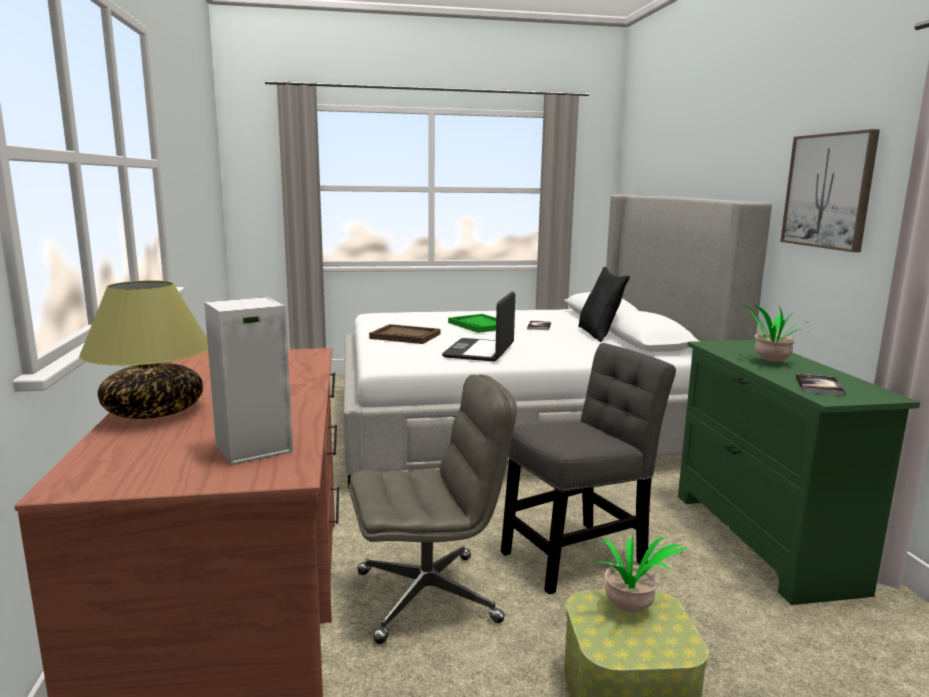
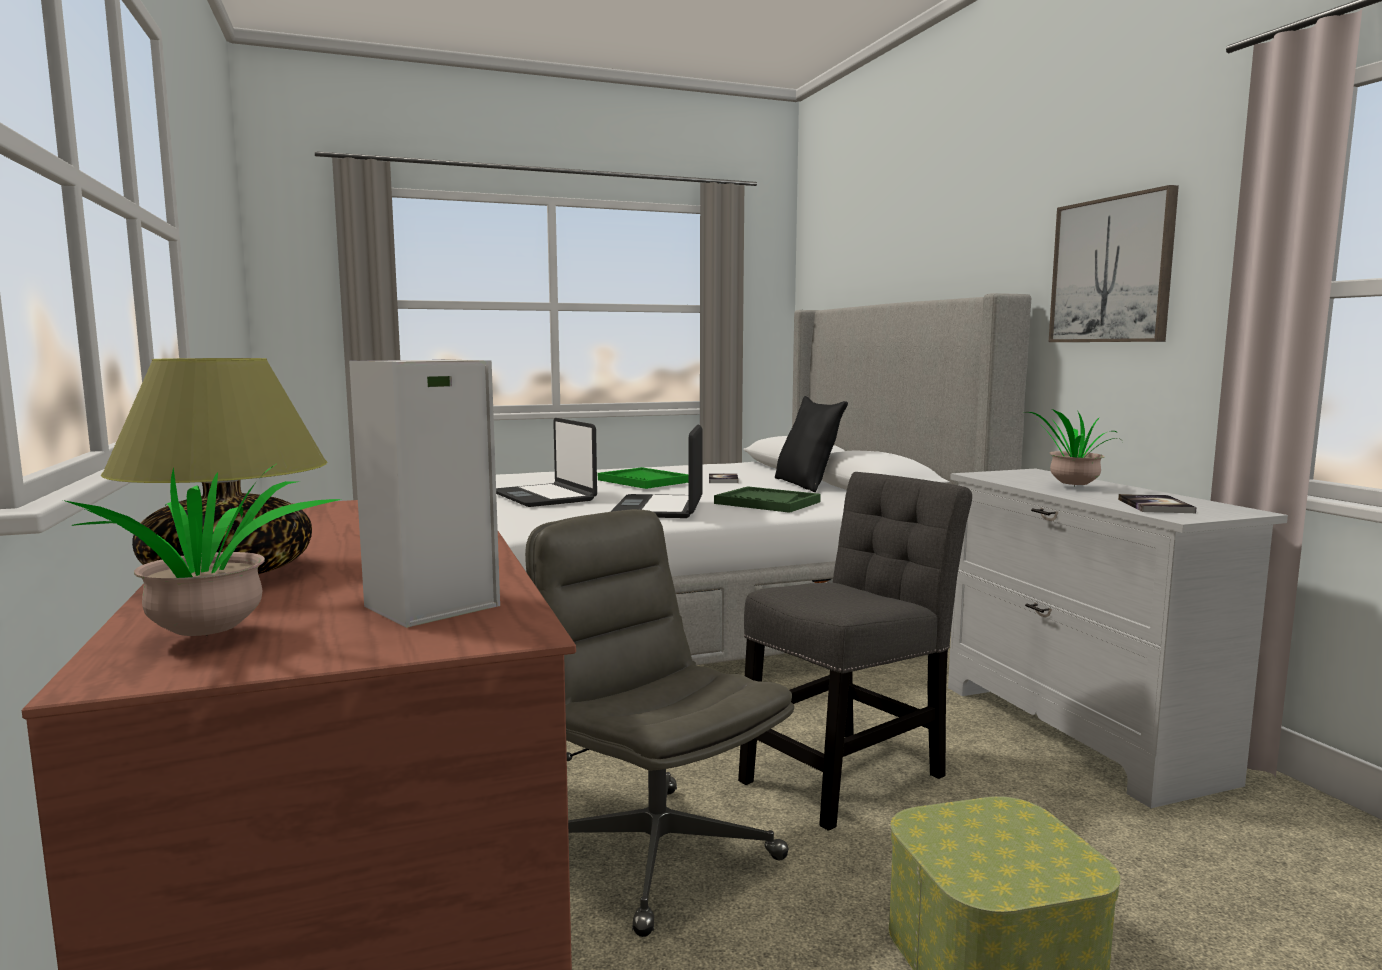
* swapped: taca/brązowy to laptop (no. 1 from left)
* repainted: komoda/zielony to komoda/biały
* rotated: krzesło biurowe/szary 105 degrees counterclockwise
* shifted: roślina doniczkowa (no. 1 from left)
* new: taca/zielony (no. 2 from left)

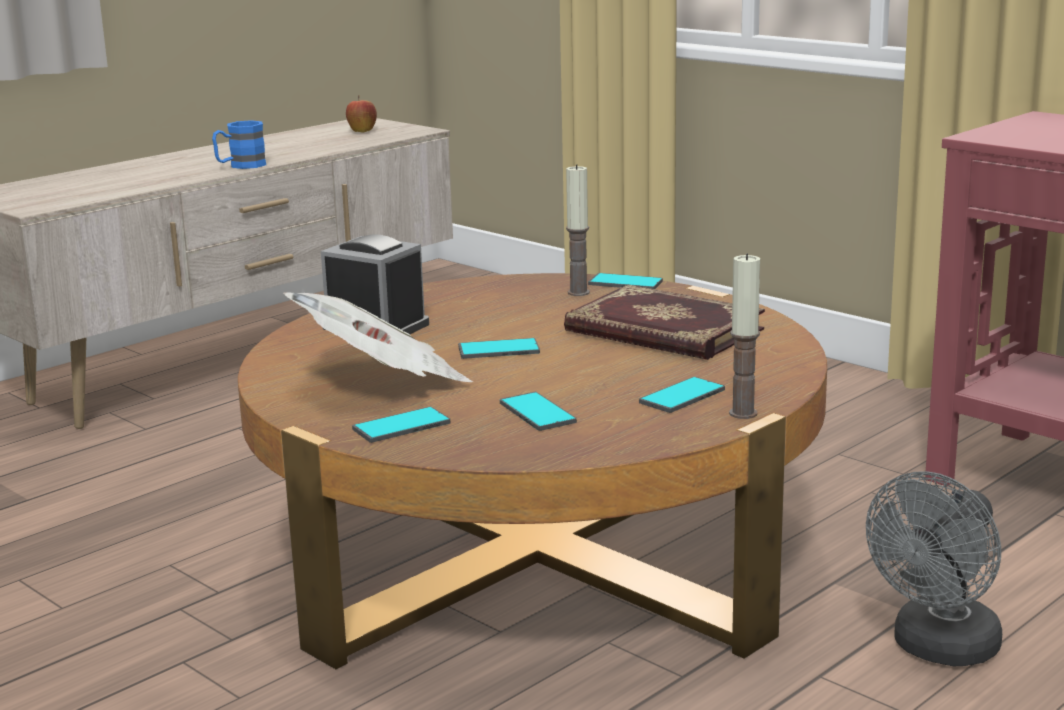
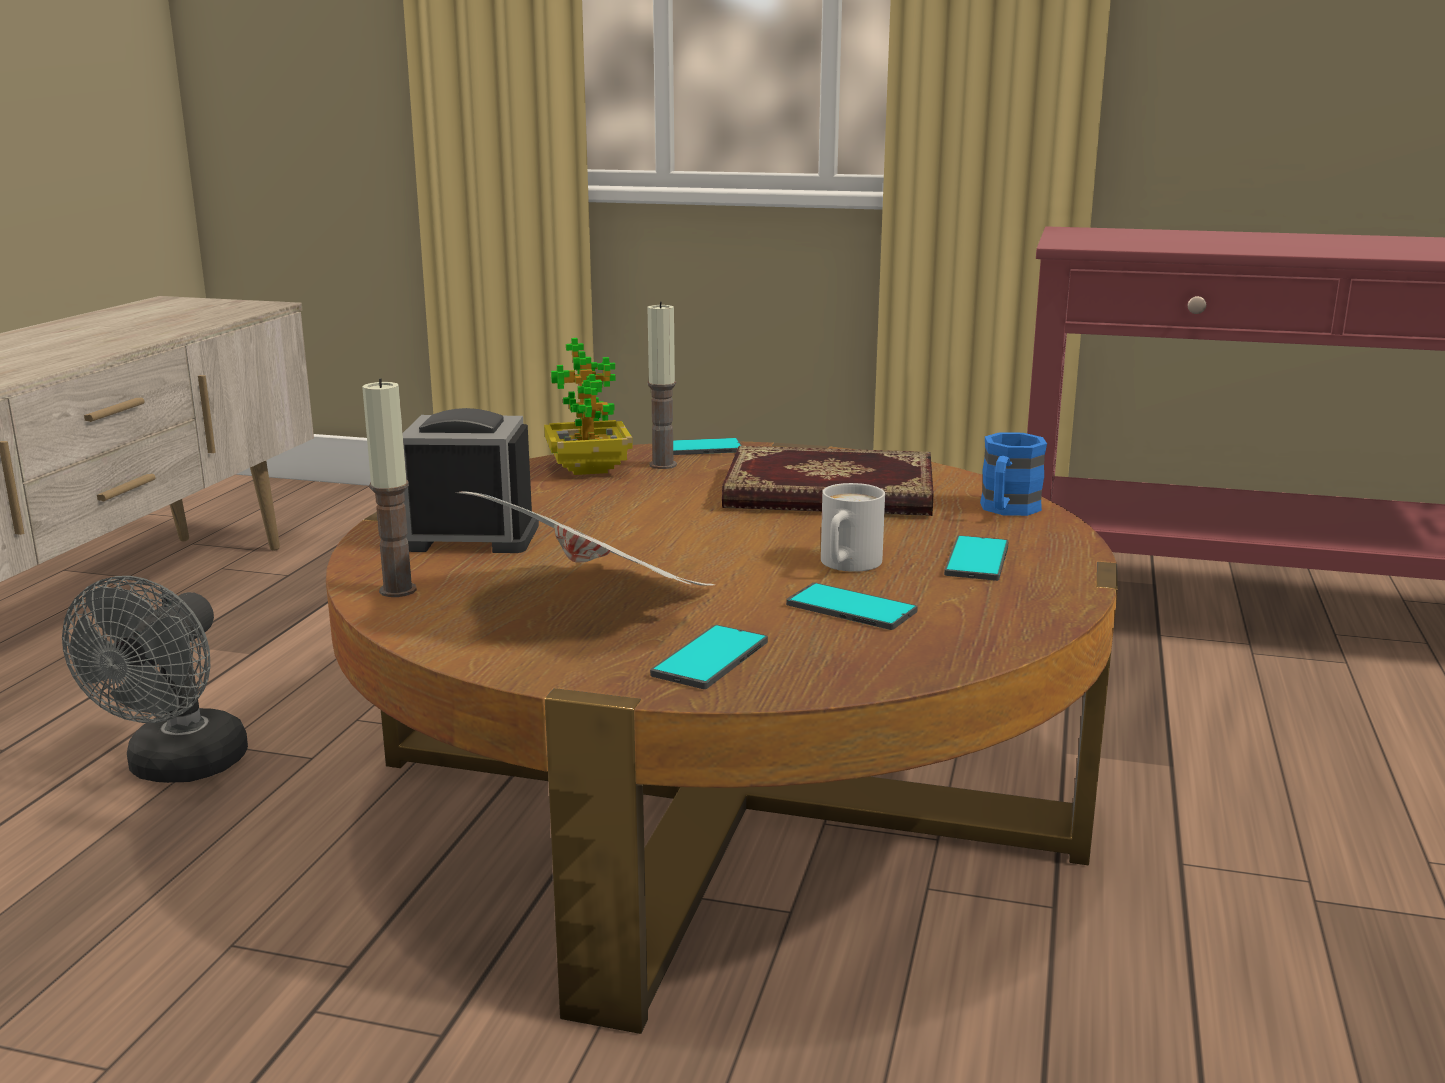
* gone: jabłko
* shifted: kubek/niebieski
* shifted: świeca (no. 2 from left in the first image) to świeca (no. 1 from left)
* gone: telefon (no. 2 from left)
* shifted: wentylator/szary
* new: roślina doniczkowa
* new: kubek/biały

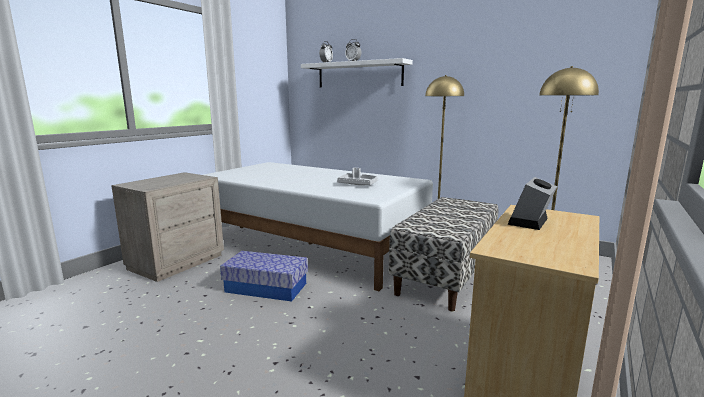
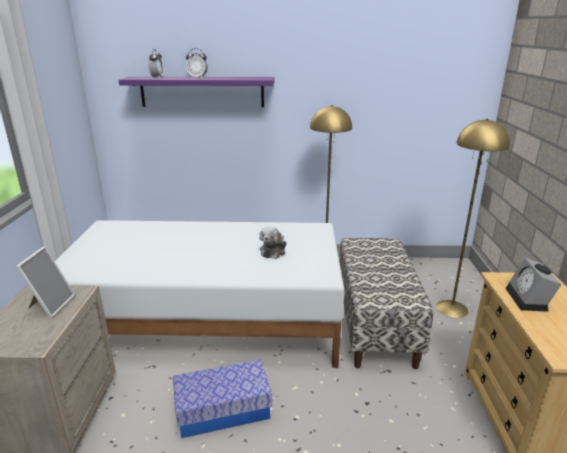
* repainted: półka/biały to półka/fioletowy
* swapped: taca/szary to pluszak
* new: ramka na zdjęcie

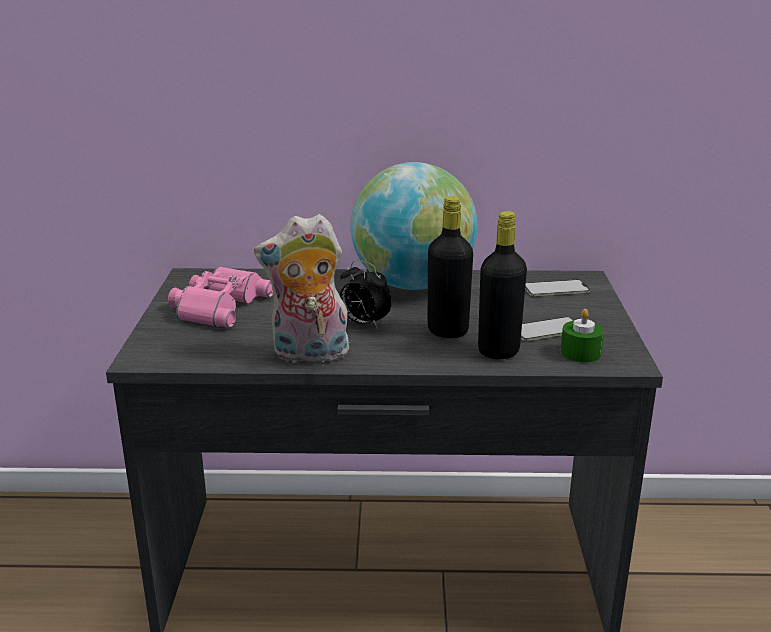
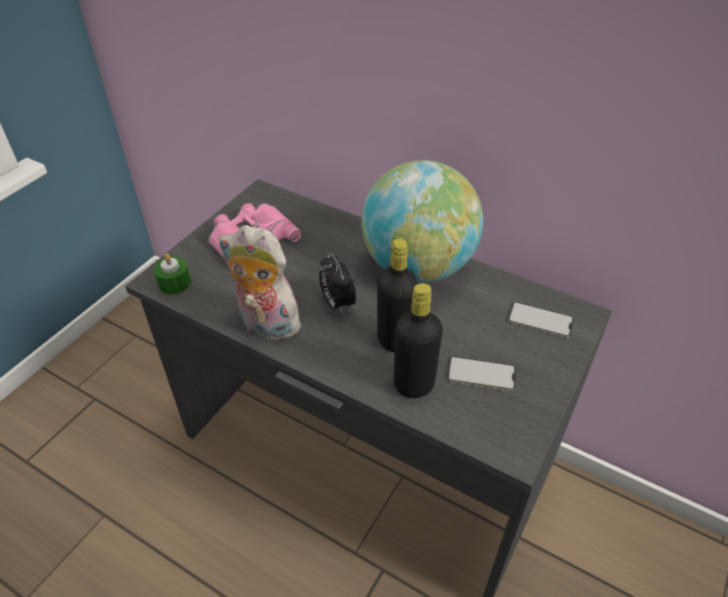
* shifted: świeca/zielony

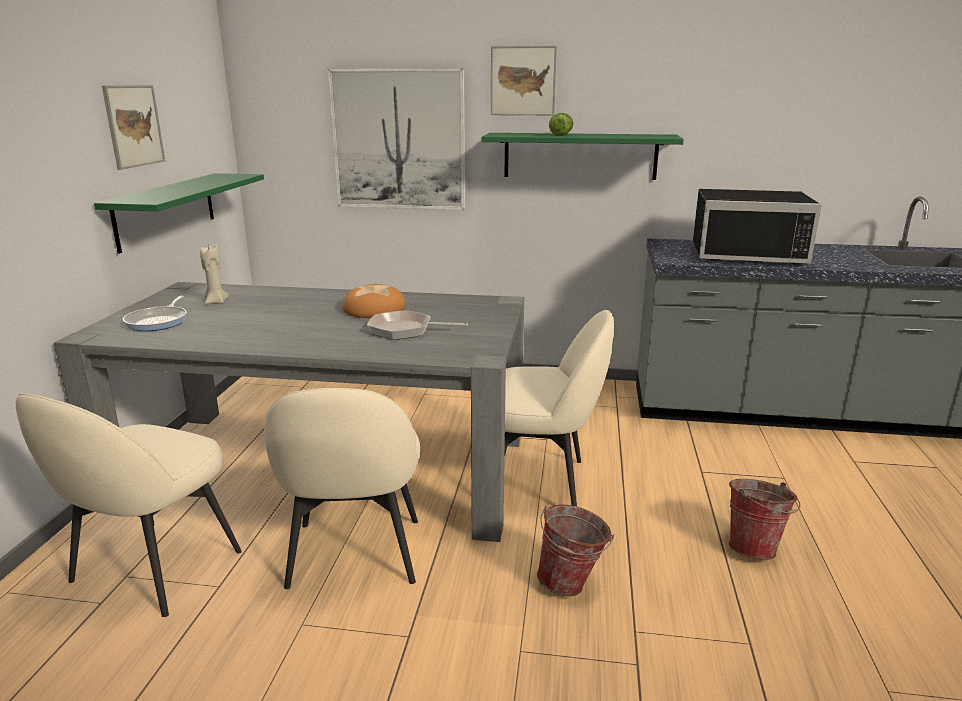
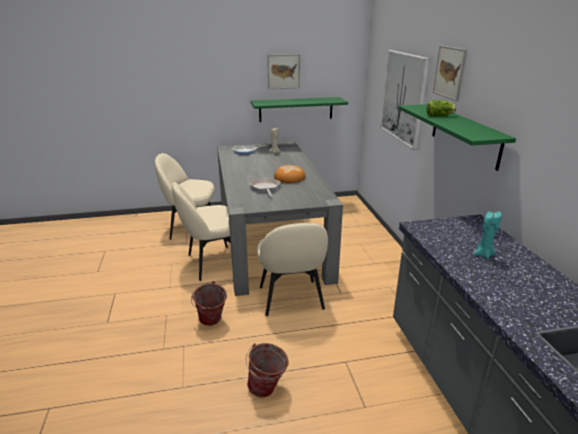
* swapped: mikrofalówka/czarny to świeca/turkusowy

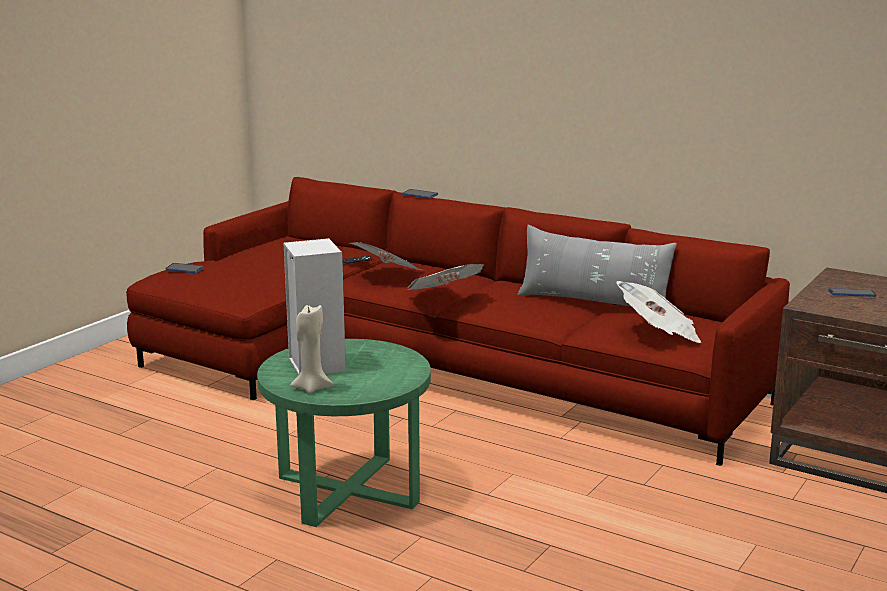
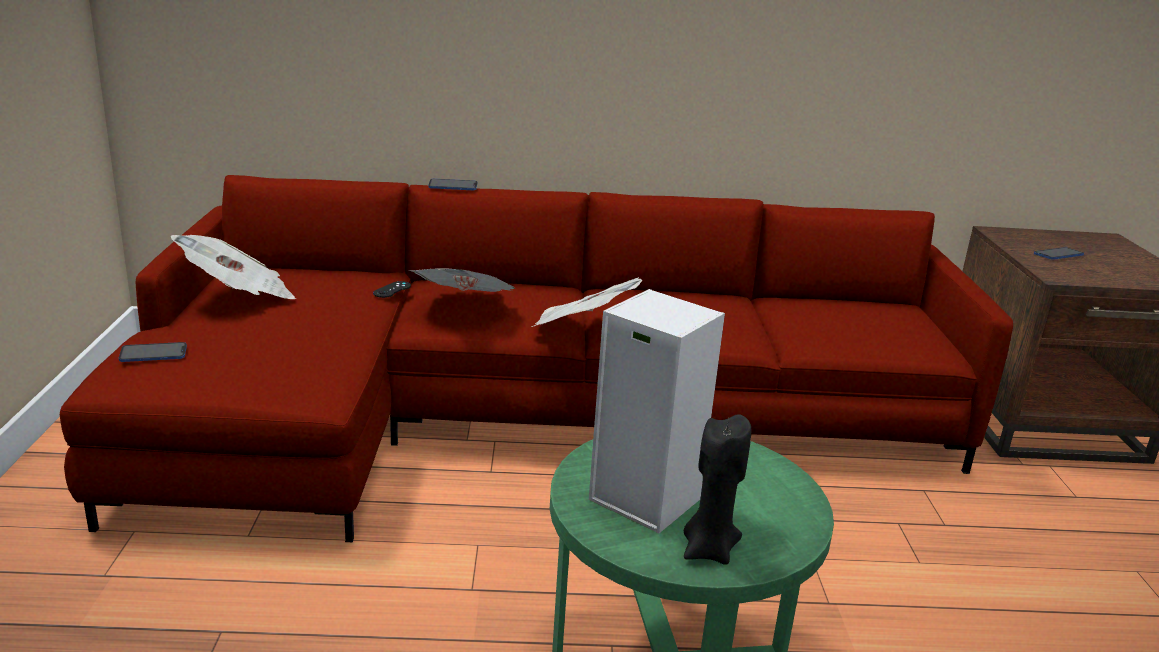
* gone: poduszka/szary
* shifted: gazeta (no. 3 from left in the first image) to gazeta (no. 1 from left)
* repainted: świeca/beżowy to świeca/czarny

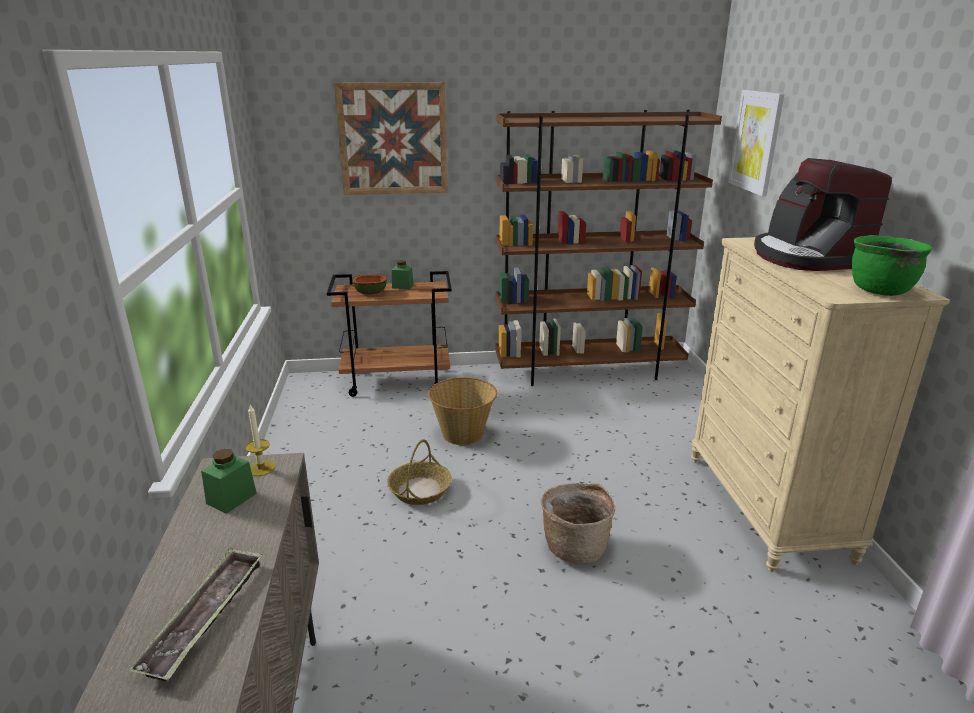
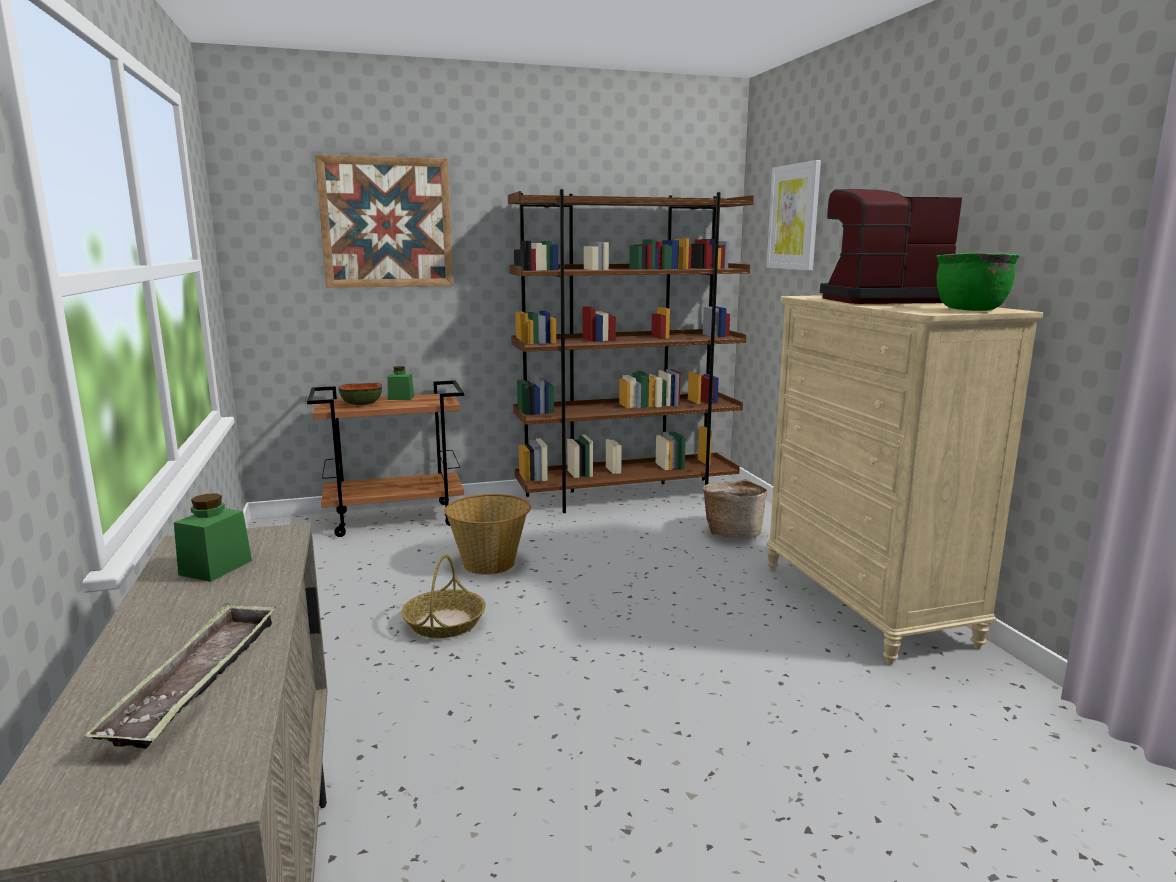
* rotated: ekspres do kawy 105 degrees clockwise
* gone: świeca
* shifted: koszyk (no. 3 from left)

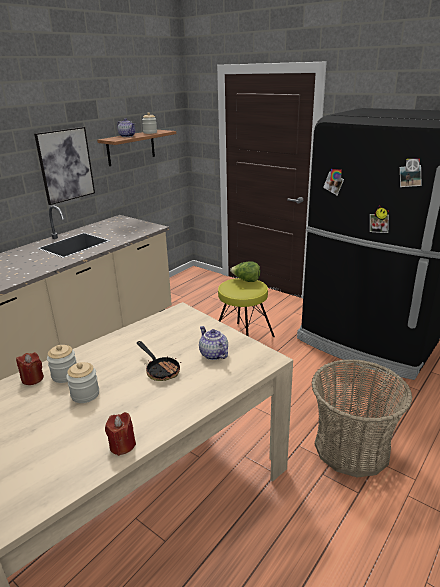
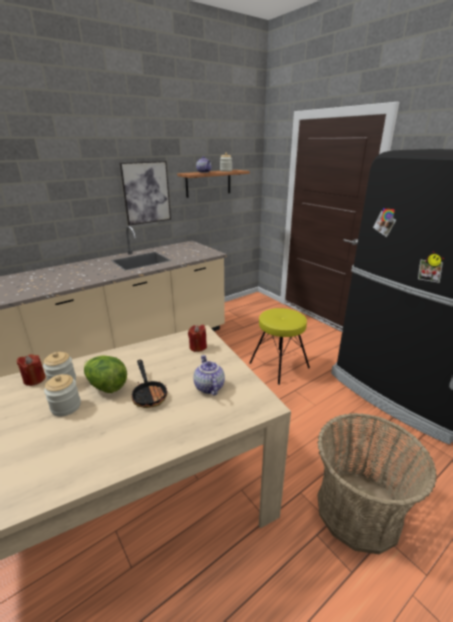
* shifted: sałata
* shifted: świeca/czerwony (no. 2 from left)

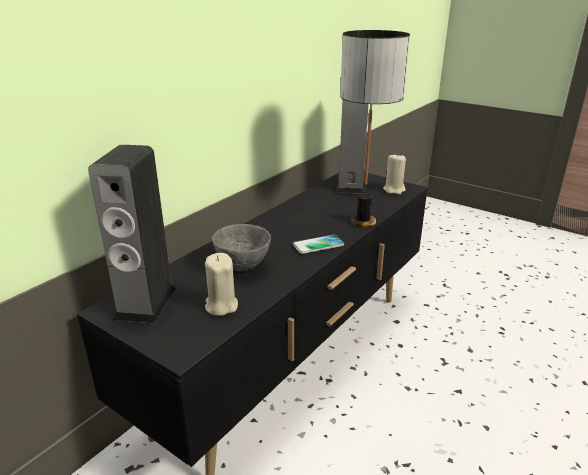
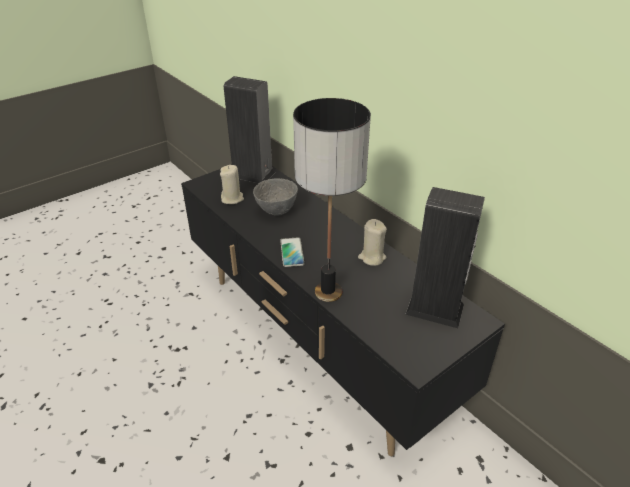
* shifted: świeca/beżowy (no. 2 from left)

